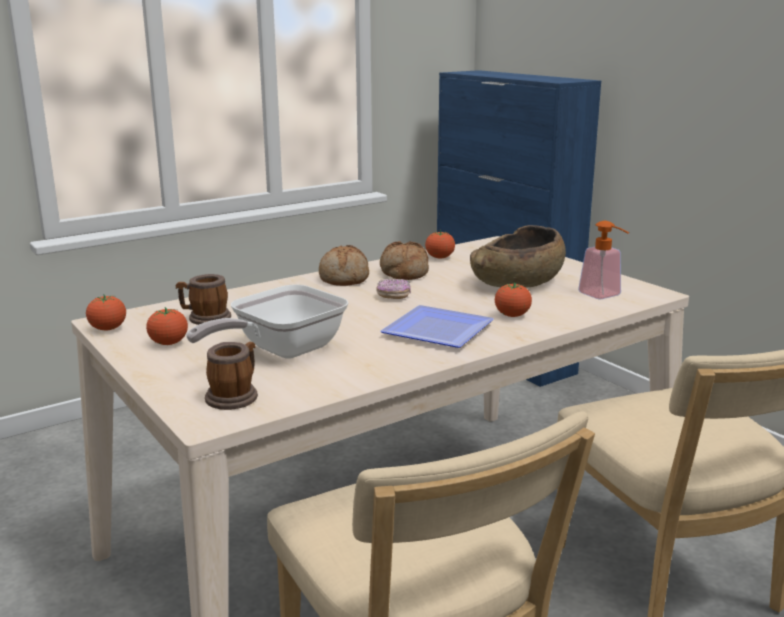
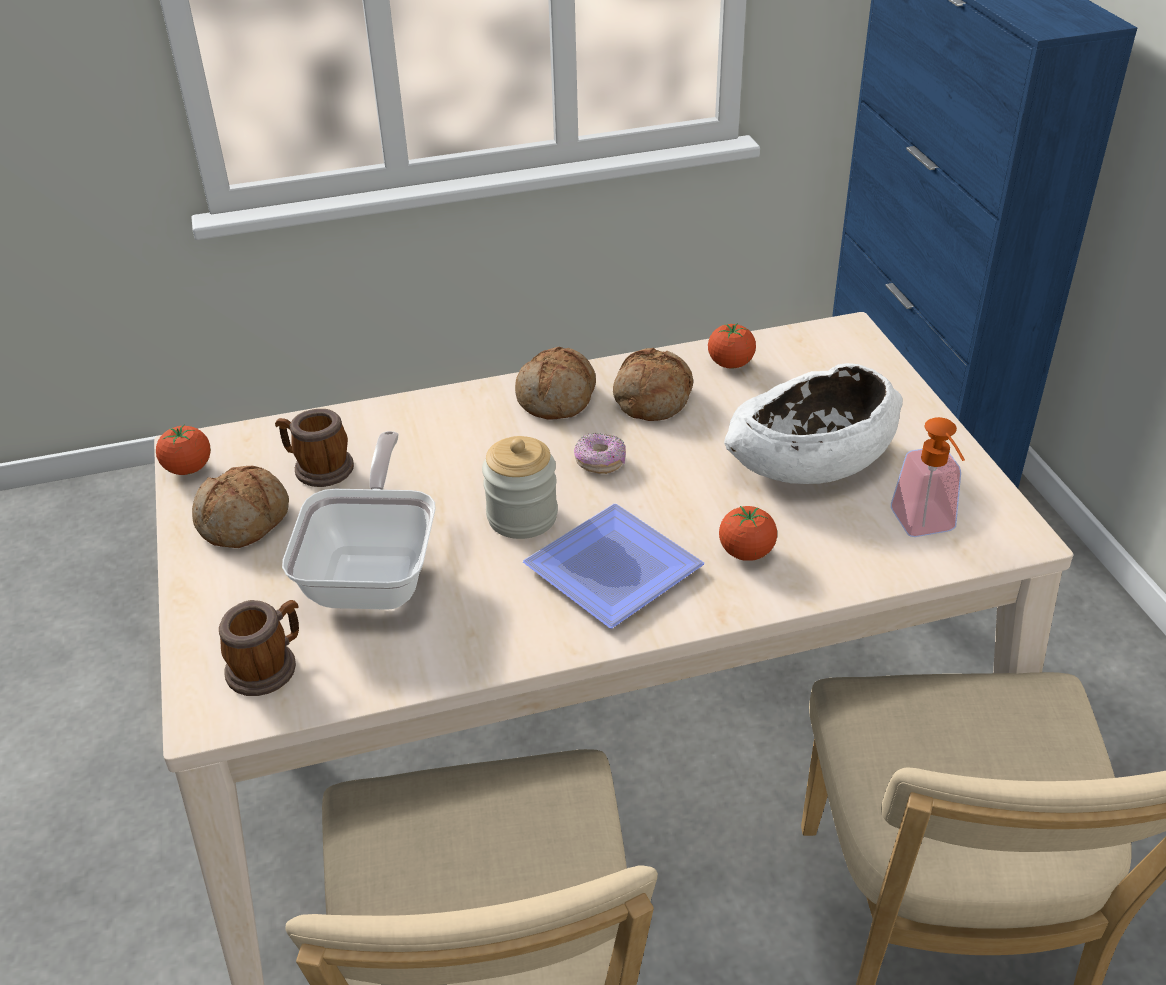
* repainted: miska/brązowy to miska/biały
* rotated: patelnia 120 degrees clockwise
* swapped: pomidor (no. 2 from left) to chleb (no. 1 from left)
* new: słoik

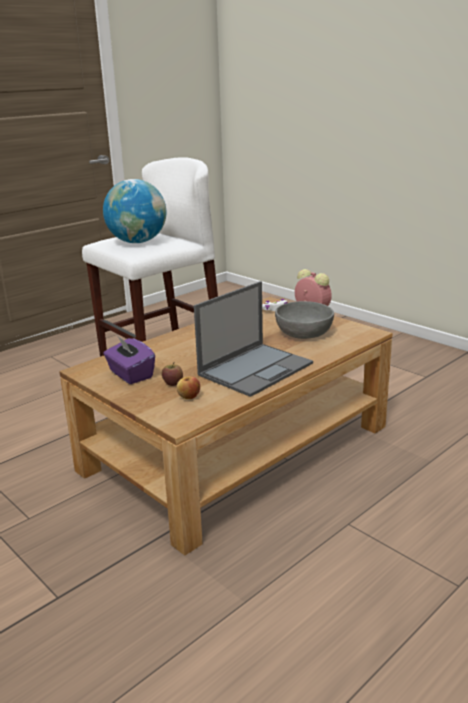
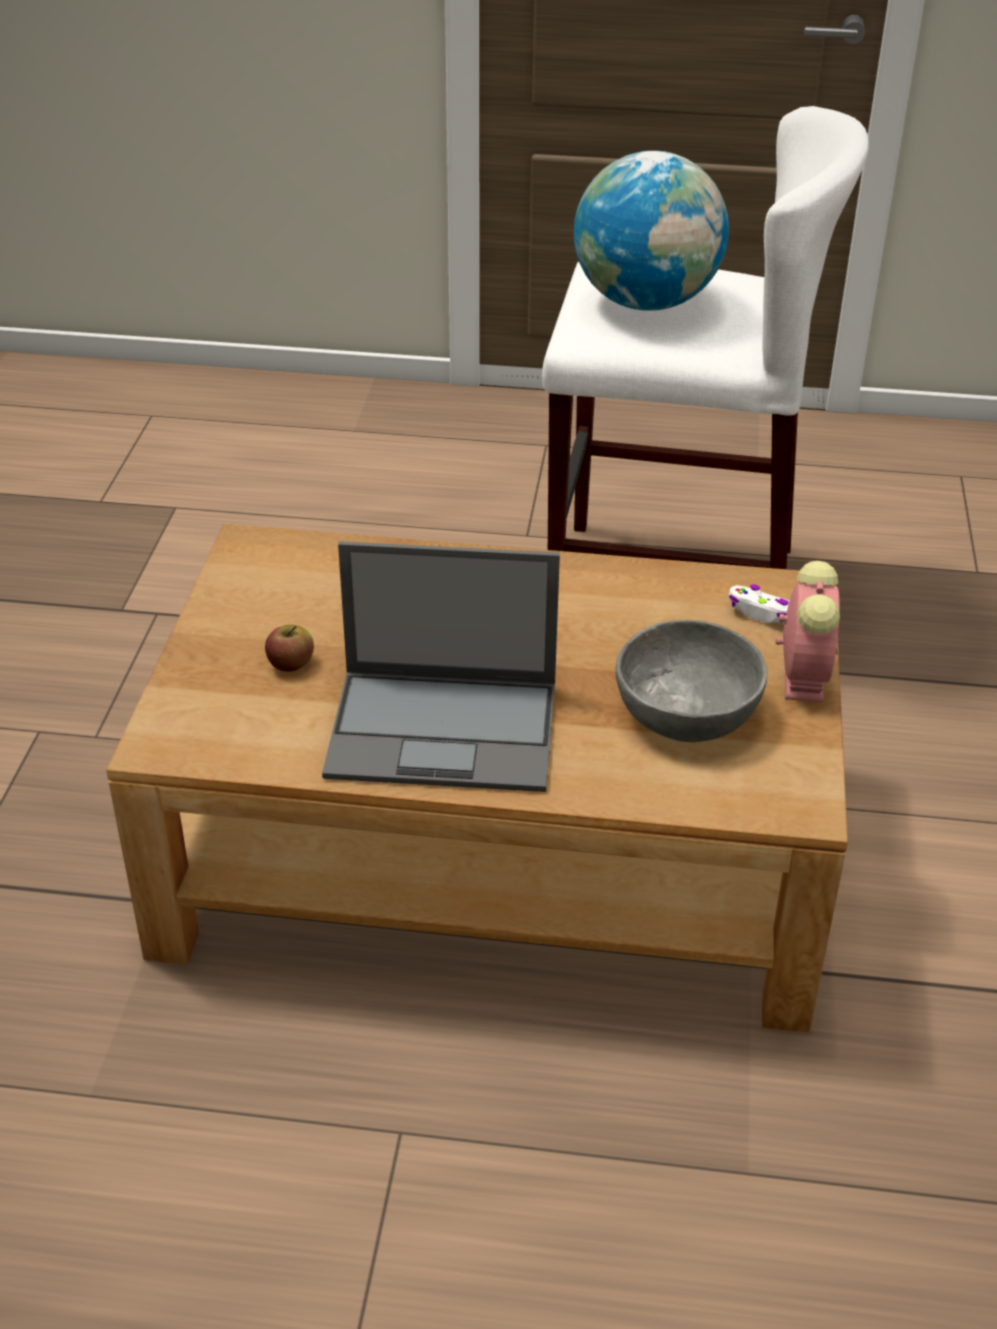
* gone: pudełko chusteczek/fioletowy
* gone: jabłko (no. 2 from left)

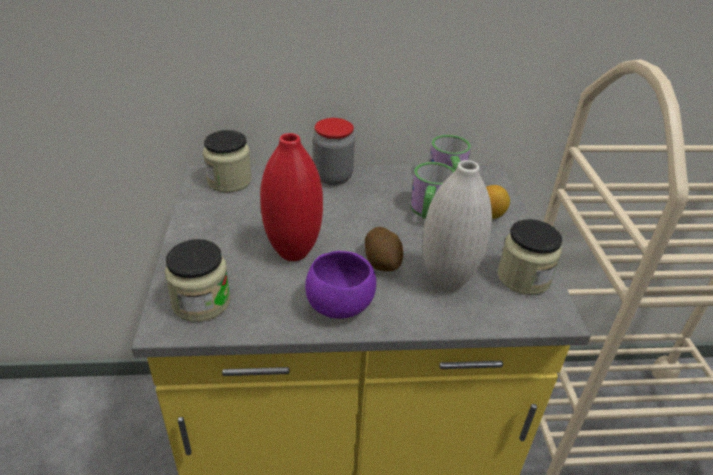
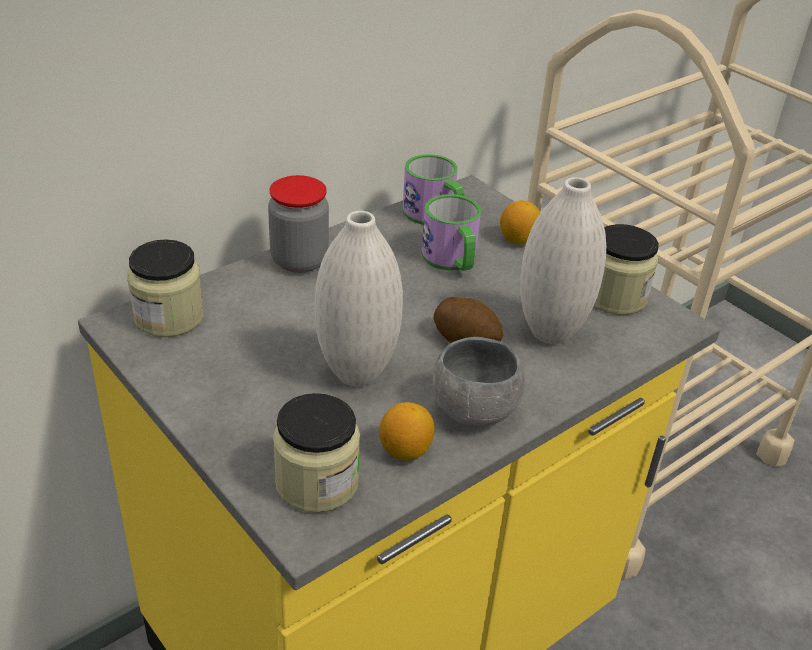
* repainted: wazon/czerwony to wazon/biały (no. 1 from left)
* repainted: miska/fioletowy to miska/szary
* new: cytryna (no. 1 from left)

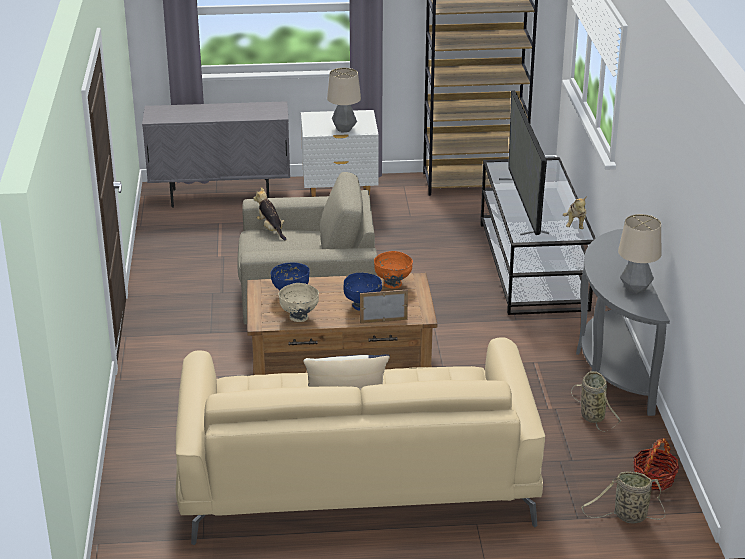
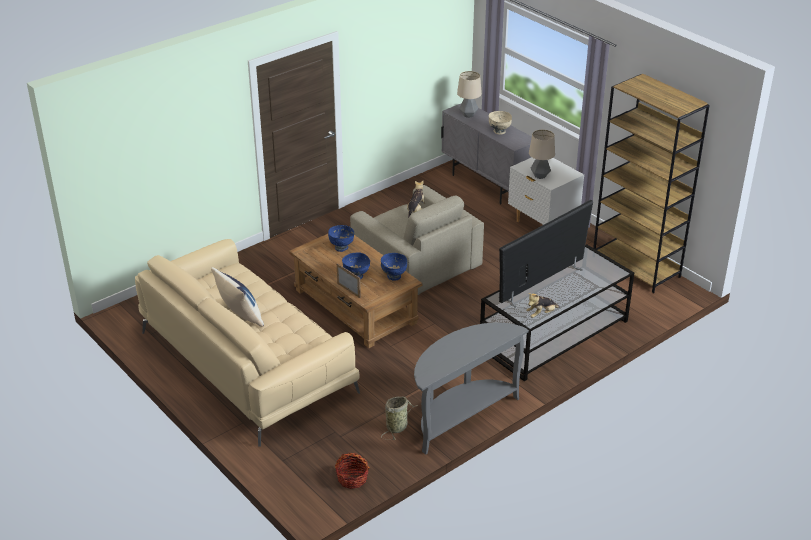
* shifted: lampa stołowa (no. 2 from left in the first image) to lampa stołowa (no. 1 from left)
* repainted: miska/pomarańczowy to miska/niebieski (no. 3 from left)
* shifted: miska/beżowy
* gone: koszyk (no. 2 from left)

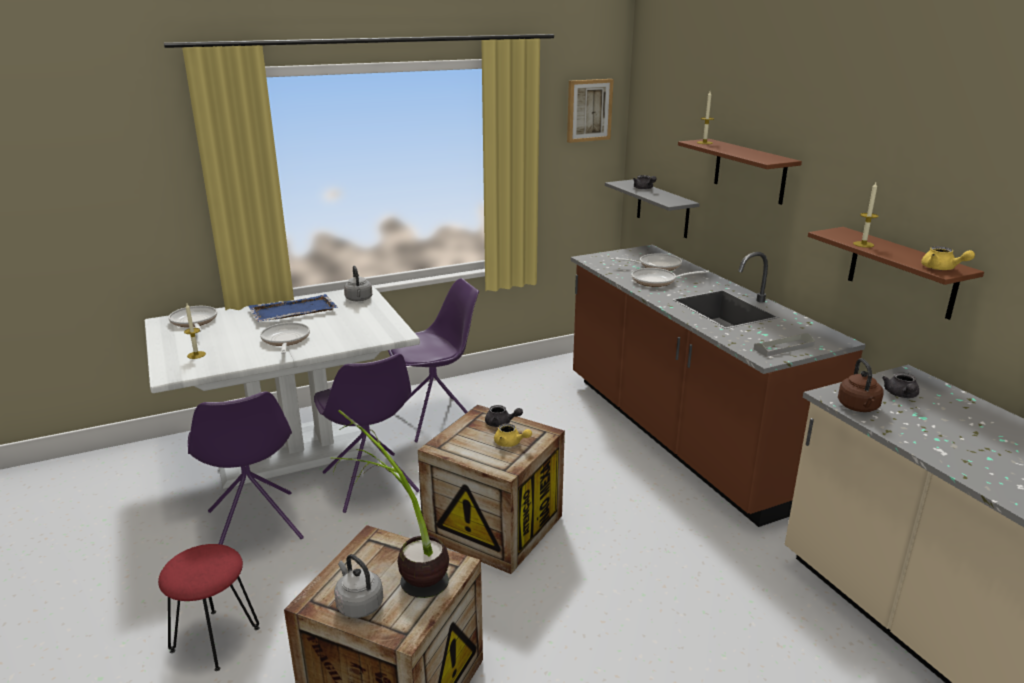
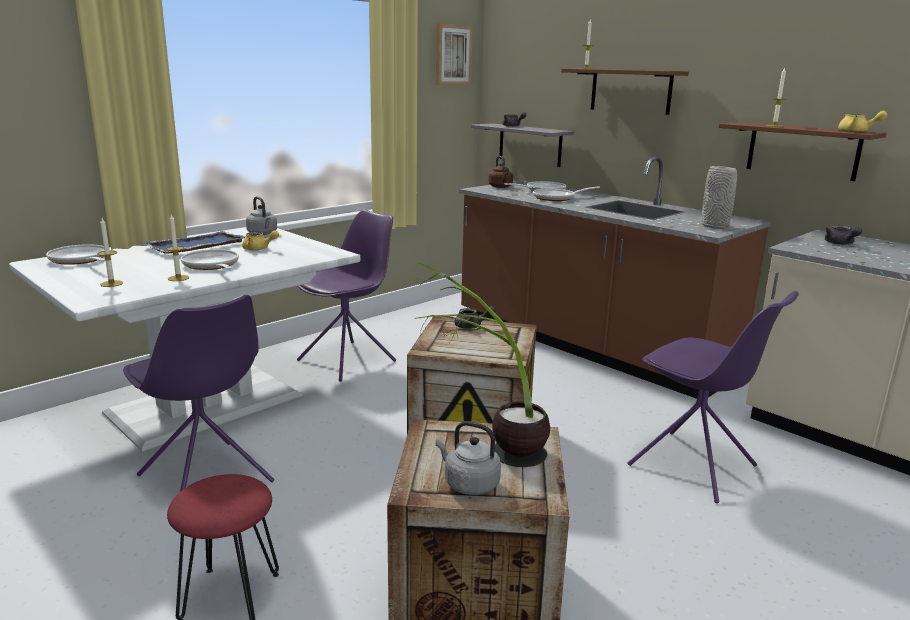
* swapped: taca/szary to wazon/szary
* shifted: krzesło/fioletowy (no. 2 from left in the first image) to krzesło/fioletowy (no. 3 from left)
* shifted: czajnik/brązowy
* shifted: imbryk/żółty (no. 1 from left)
* new: świeca (no. 2 from left)

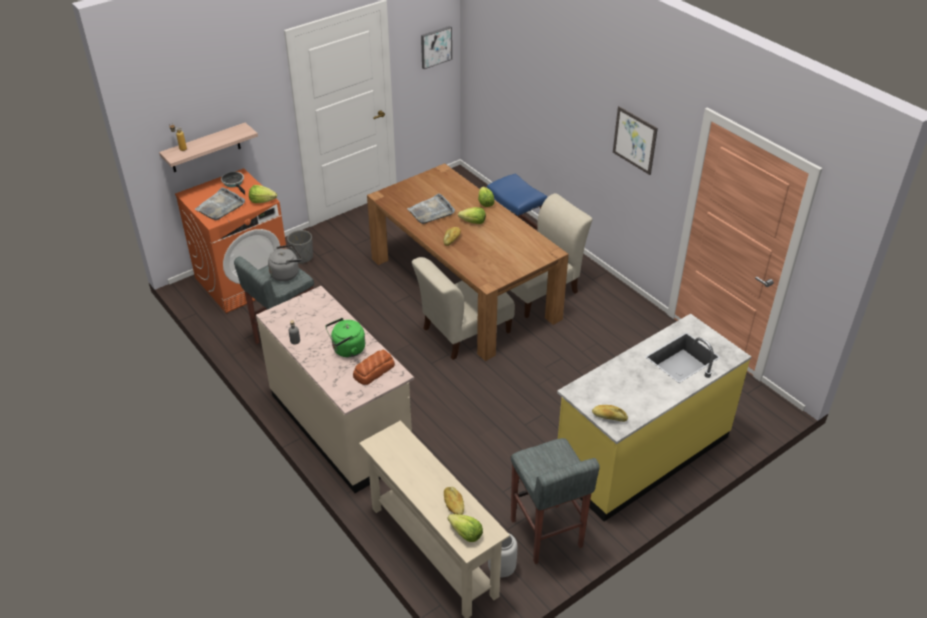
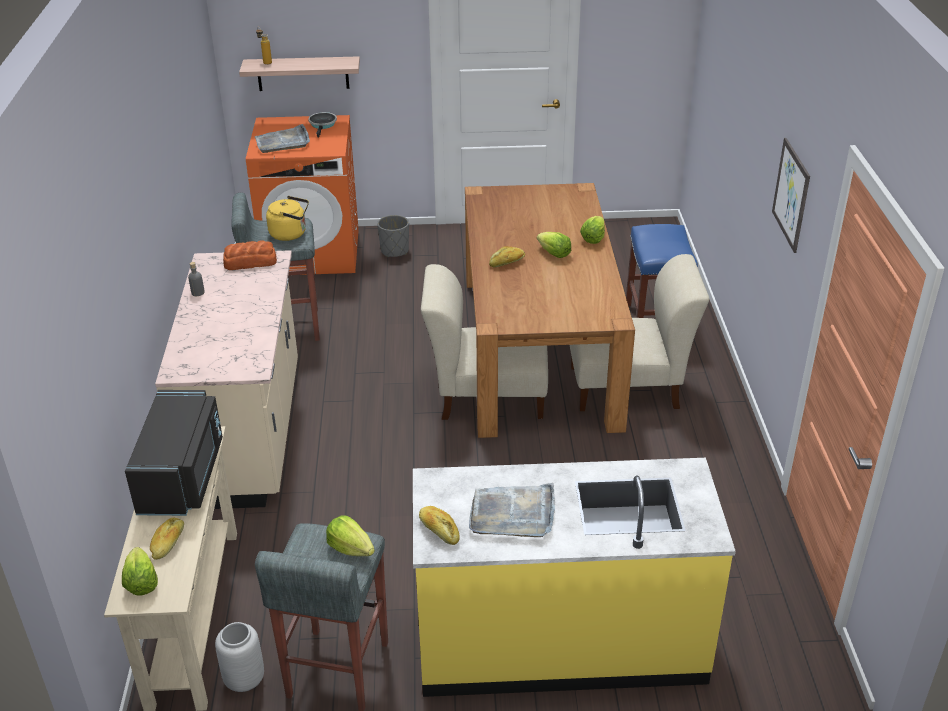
* gone: obraz (no. 1 from left)
* shifted: sałata (no. 1 from left in the first image) to sałata (no. 2 from left)
* shifted: taca/szary (no. 2 from left)
* repainted: czajnik/szary to czajnik/żółty
* gone: czajnik/zielony
* shifted: chleb (no. 1 from left in the first image) to chleb (no. 2 from left)
* new: mikrofalówka/czarny

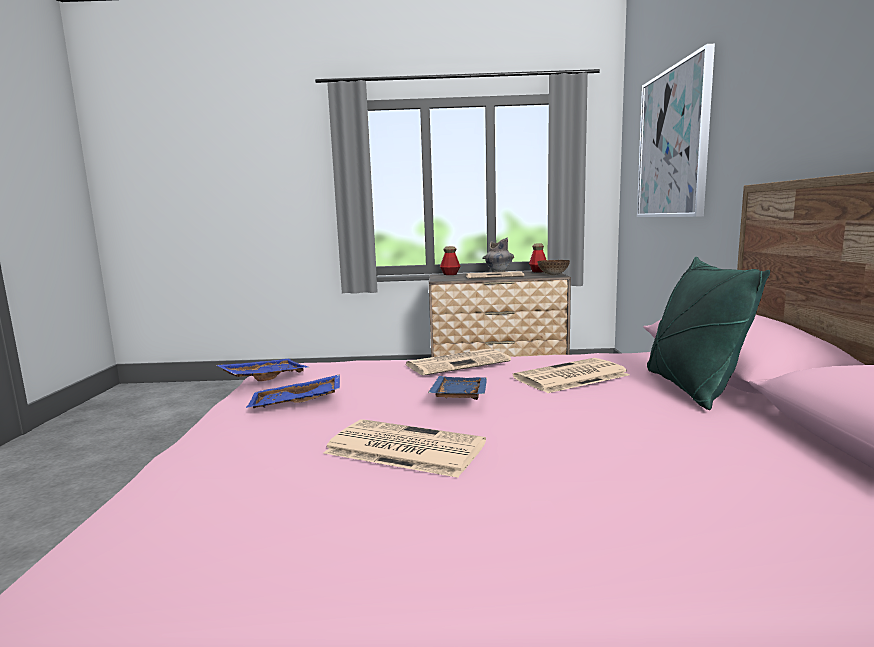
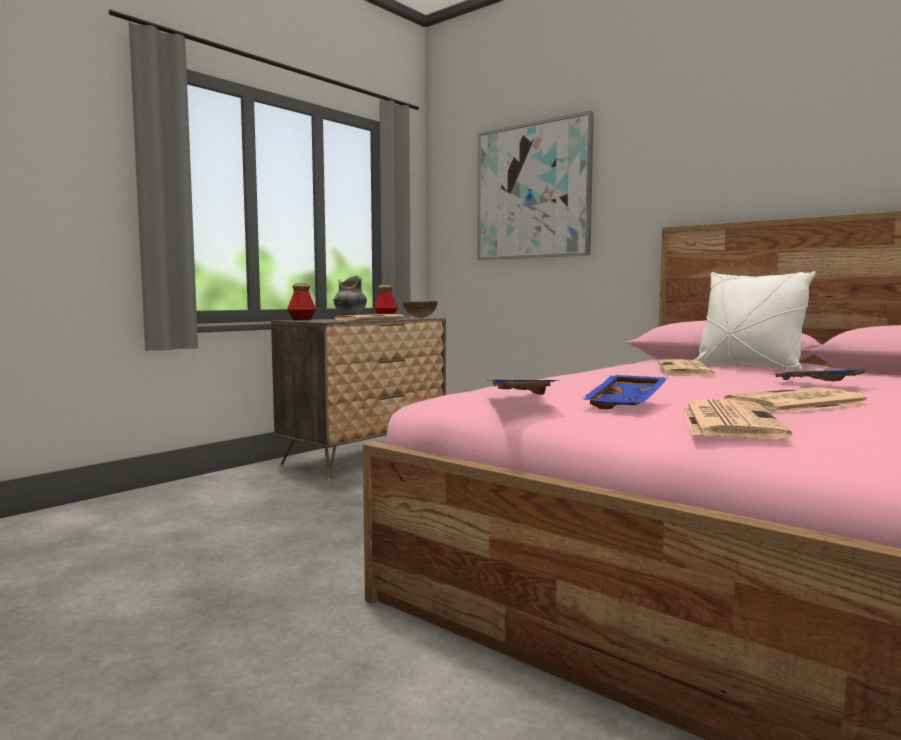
* repainted: poduszka/zielony to poduszka/biały
* shifted: gazeta (no. 2 from left in the first image) to gazeta (no. 3 from left)
* shifted: taca/niebieski (no. 3 from left)

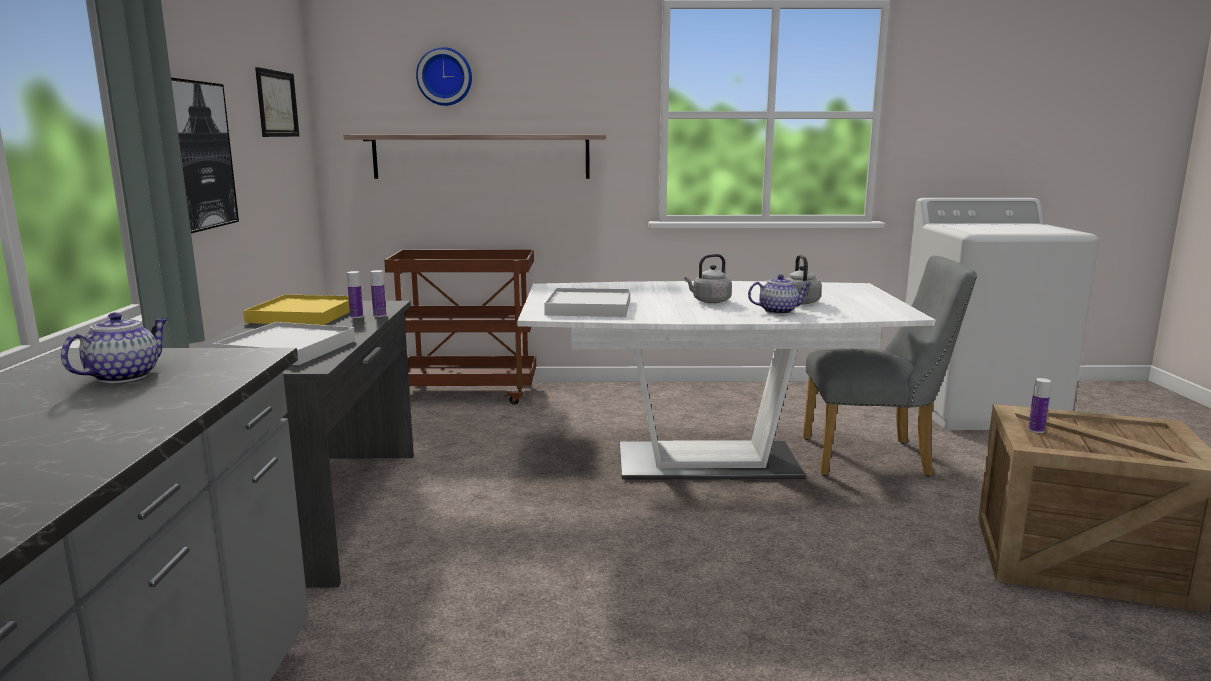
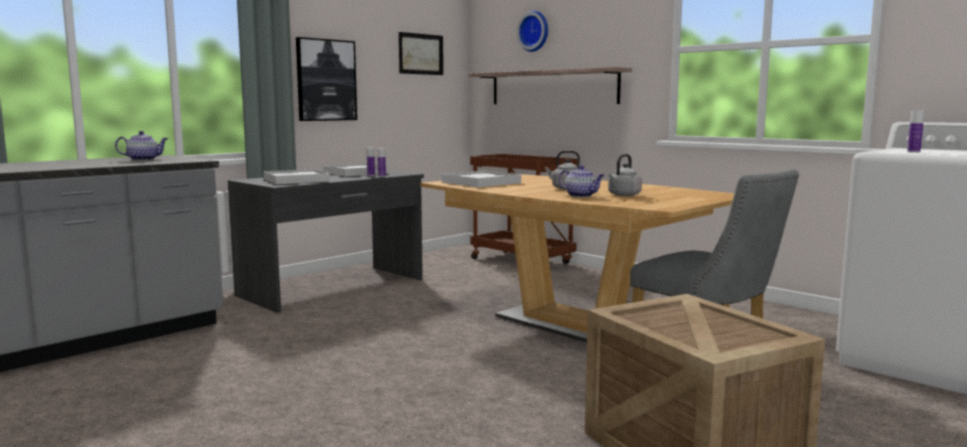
* repainted: stół jadalny/biały to stół jadalny/brązowy
* repainted: taca/żółty to taca/biały (no. 2 from left)
* shifted: butelka (no. 3 from left)

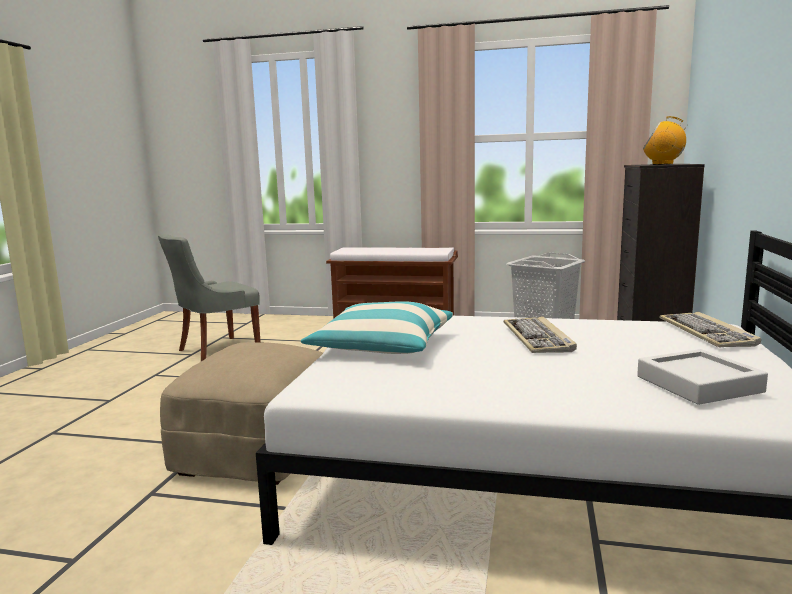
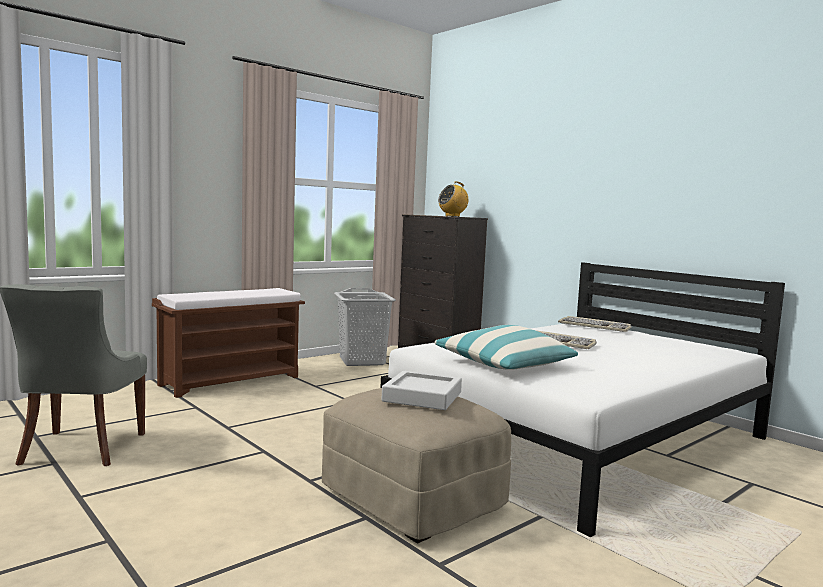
* shifted: taca/szary

